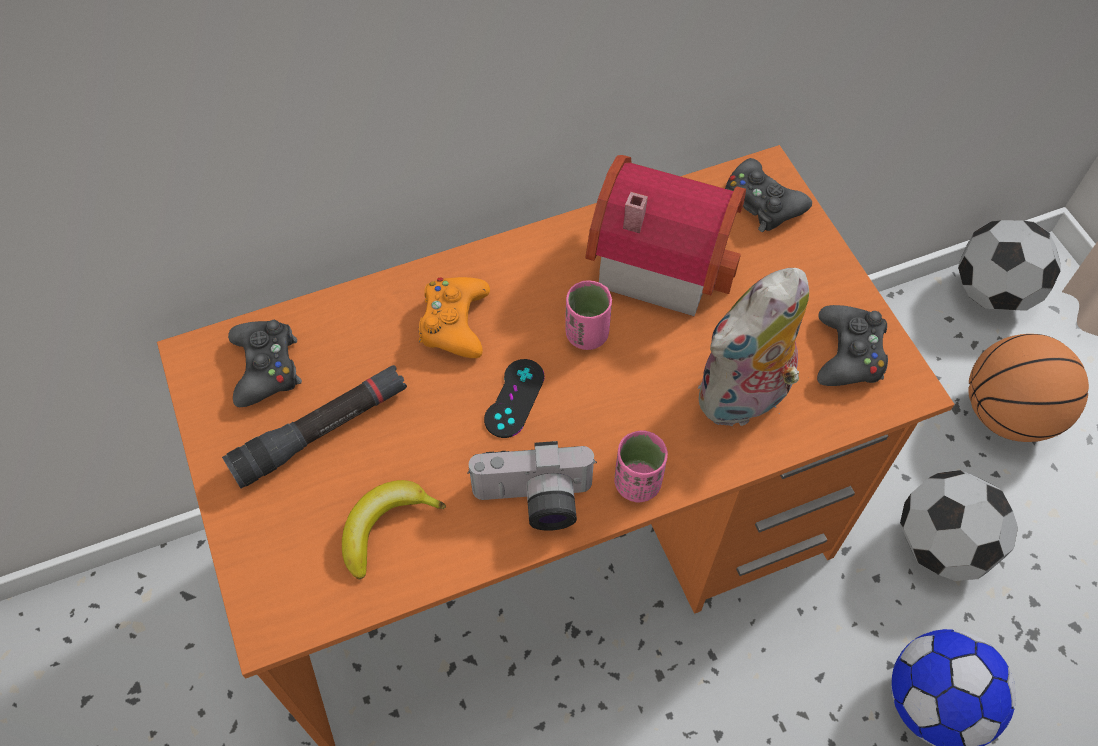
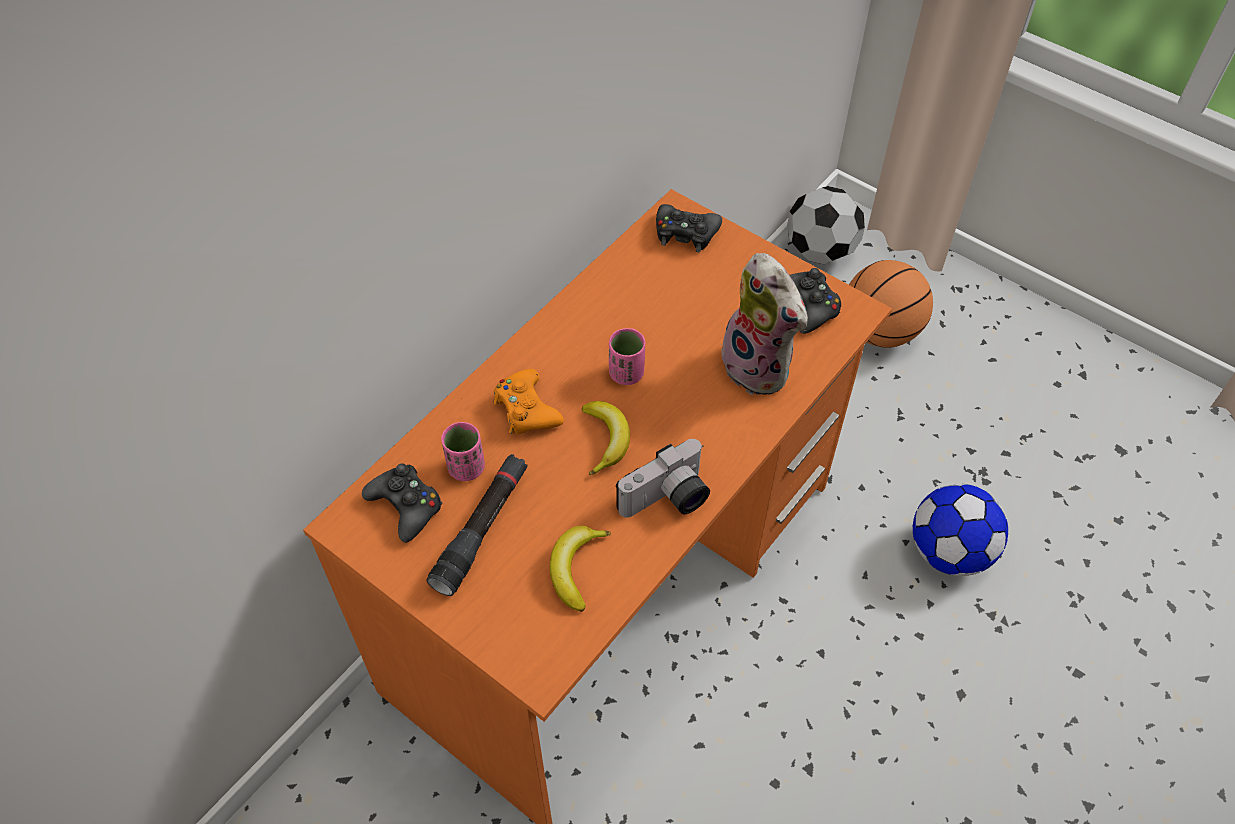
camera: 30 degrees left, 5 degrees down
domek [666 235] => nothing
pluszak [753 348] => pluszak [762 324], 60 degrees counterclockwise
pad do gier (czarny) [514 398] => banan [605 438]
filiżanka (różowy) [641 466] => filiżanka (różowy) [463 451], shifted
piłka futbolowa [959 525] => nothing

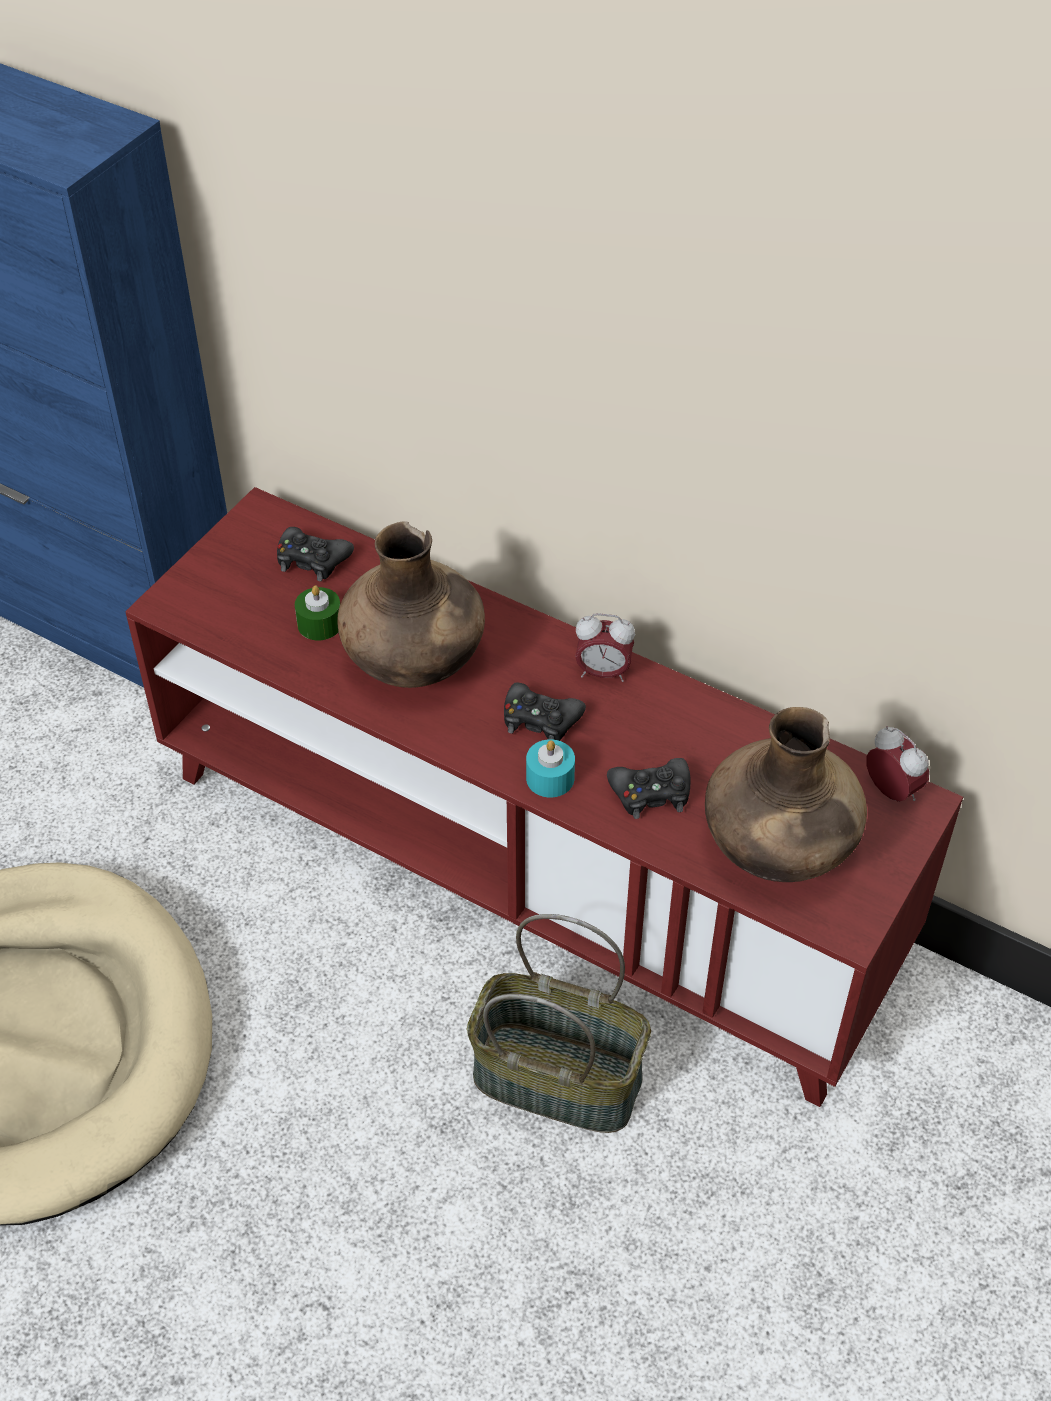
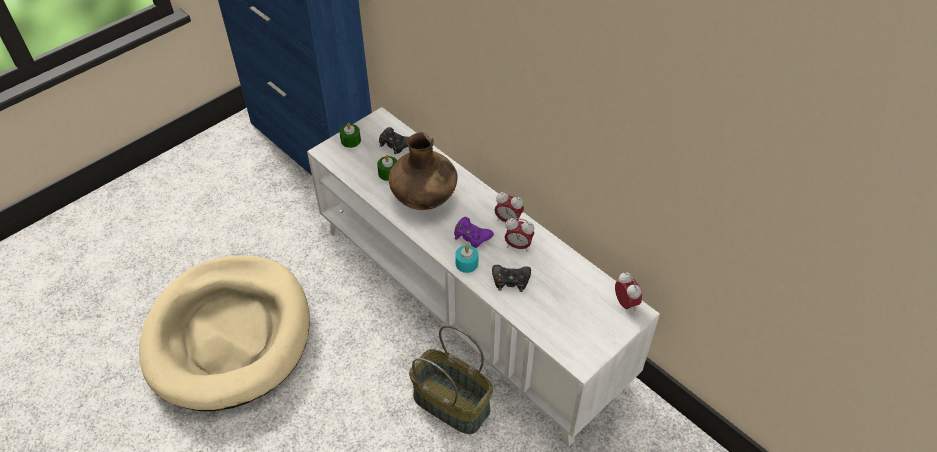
camera: 15 degrees right, 0 degrees up
szafka pod telewizor (czerwony) [544 797] => szafka pod telewizor (biały) [483 276]
pad do gier (czarny) [545 712] => pad do gier (fioletowy) [474 232]
wazon (brązowy) [786 794] => nothing
nothing => świeca (zielony) [350 135]
nothing => budzik [519 235]

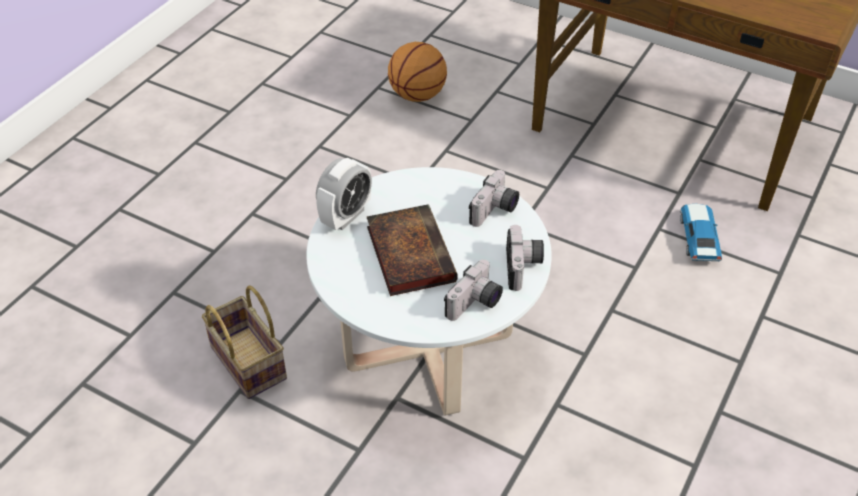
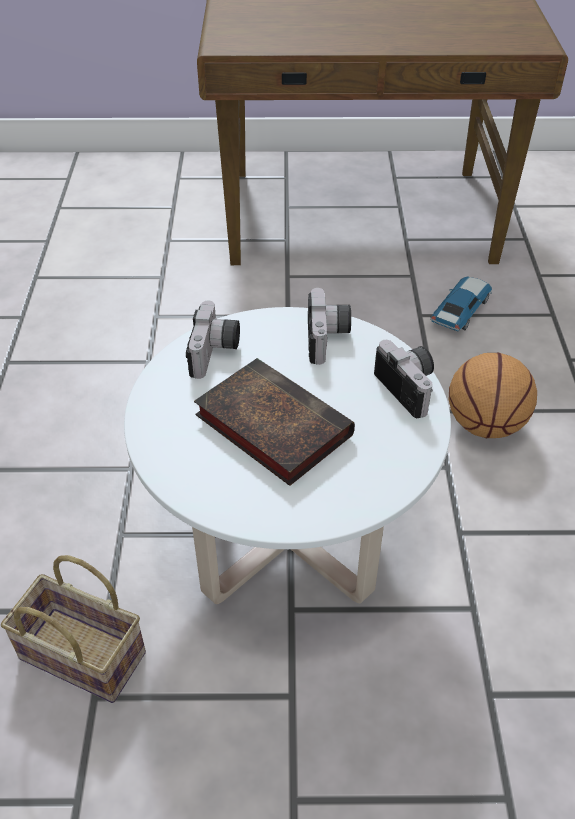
camera: 30 degrees left, 0 degrees up
piłka do koszykówki [417 72] => piłka do koszykówki [493 395], shifted
budzik [344 194] => nothing
samochodzik [701 232] => samochodzik [461 304], 60 degrees clockwise
aparat fotograficzny [473 290] => aparat fotograficzny [213 340], shifted

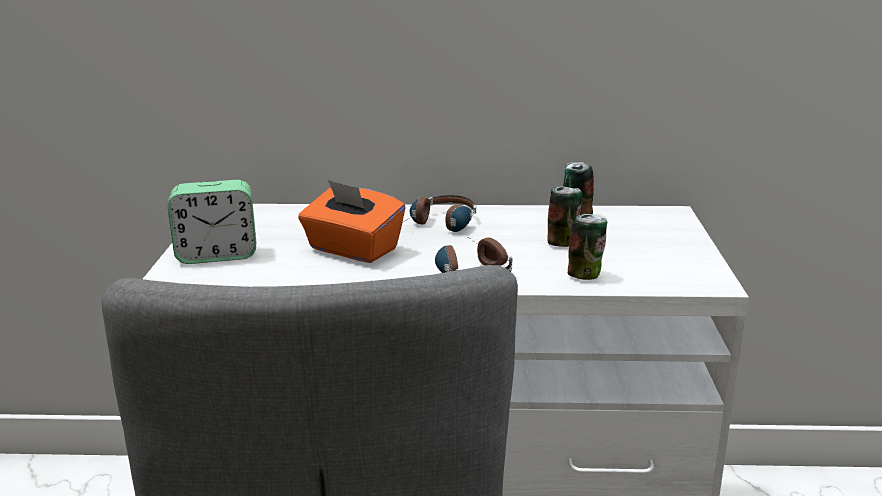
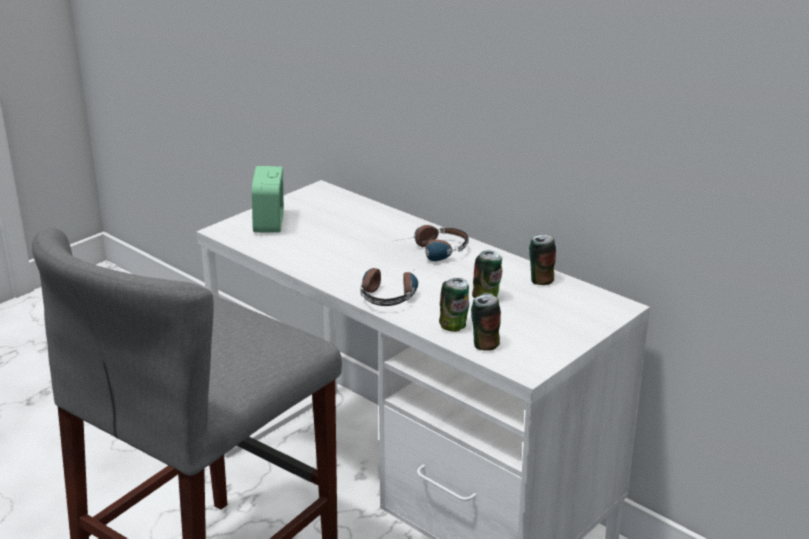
camera: 40 degrees right, 5 degrees up
budzik [212 222] => budzik [268 199], 60 degrees clockwise
pudełko chusteczek (pomarańczowy) [352 221] => nothing
nothing => puszka [486 322]

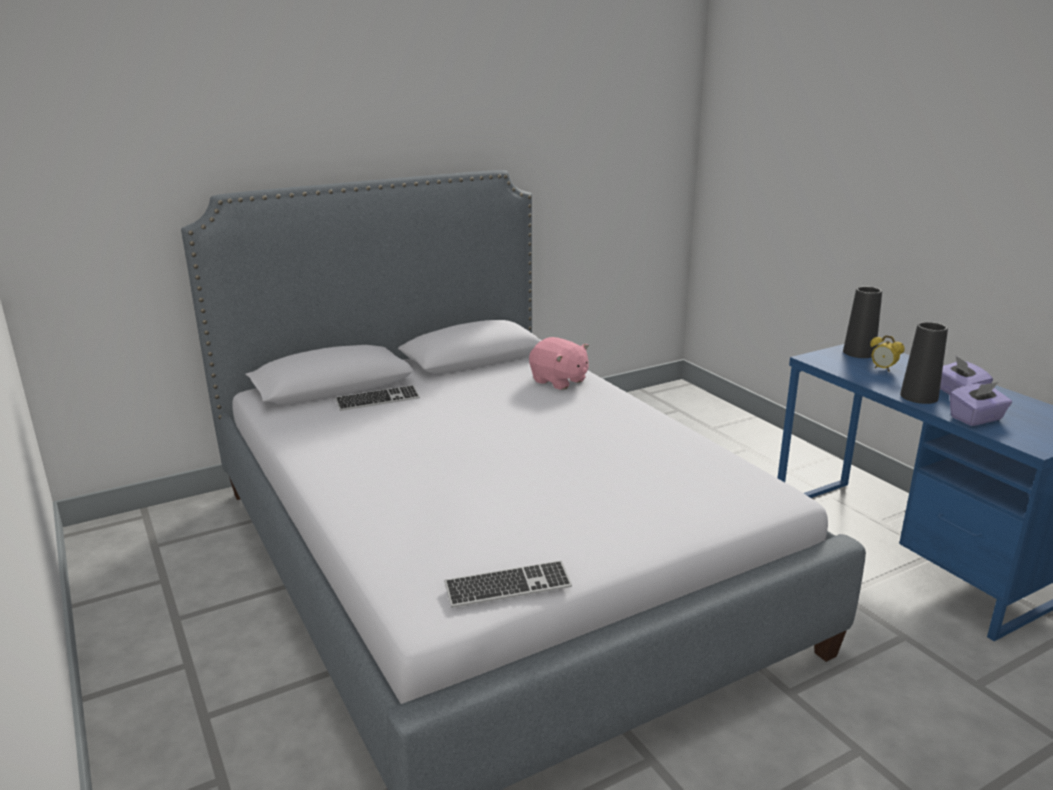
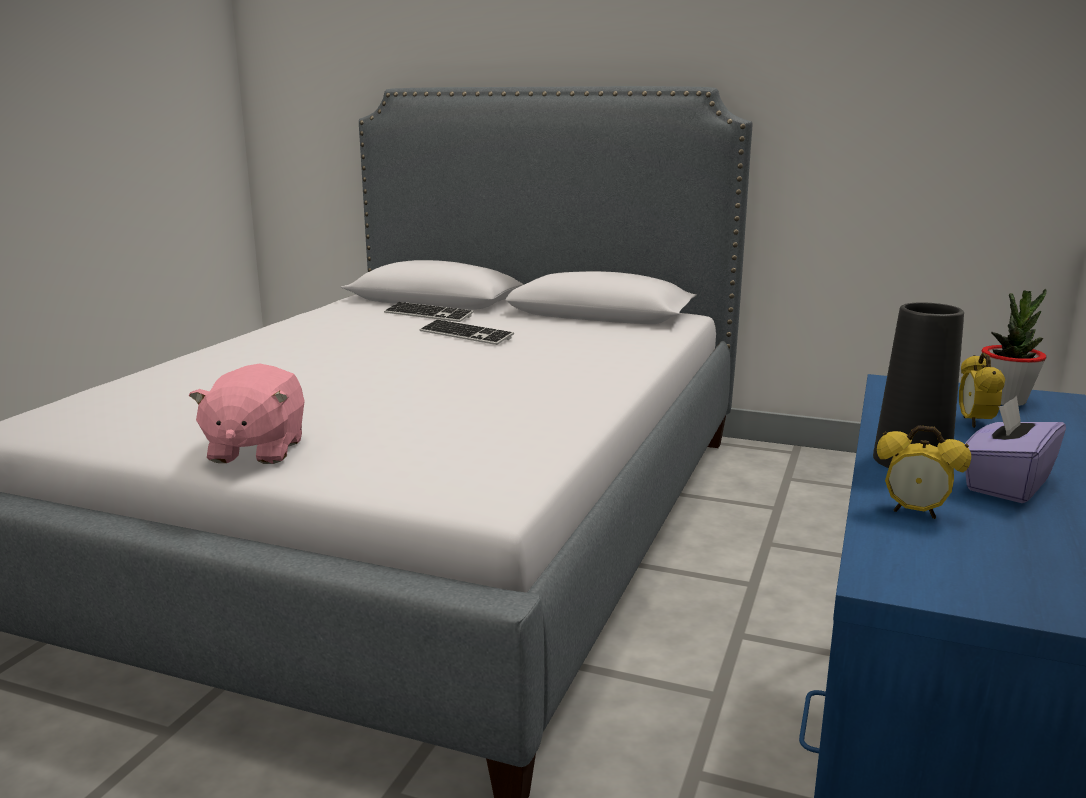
camera: 50 degrees right, 5 degrees down
wazon (czarny) [862 322] => roślina doniczkowa [1014 347]
pluszak (różowy) [559 363] => pluszak (różowy) [247 414], shifted
pudełko chusteczek (fioletowy) [981 404] => budzik [924 472]
klawiatura [508 584] => klawiatura [466 332], shifted

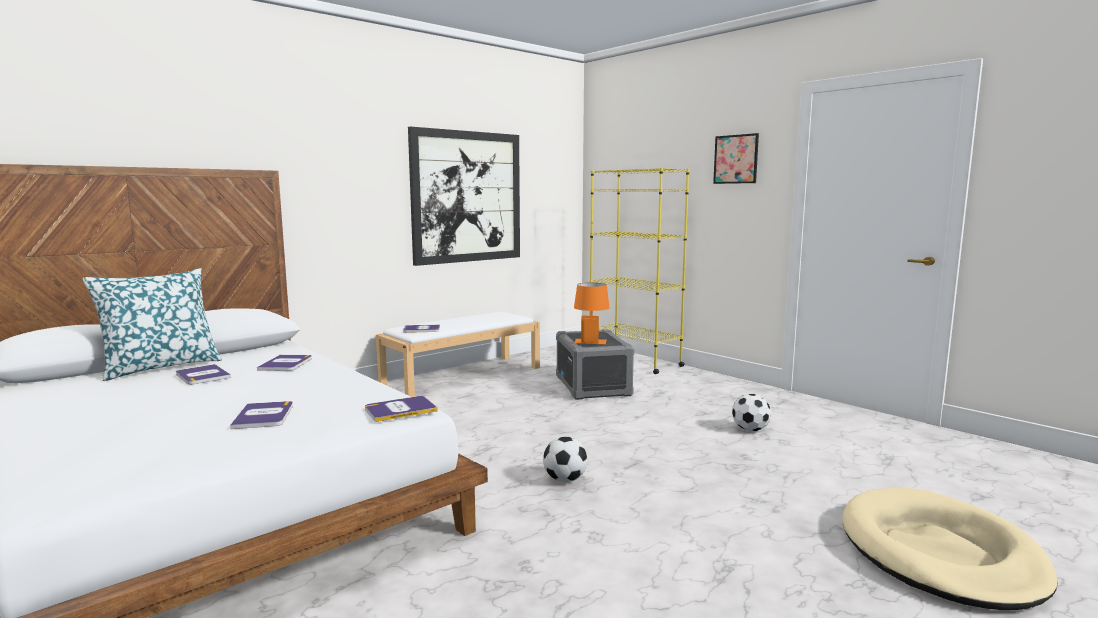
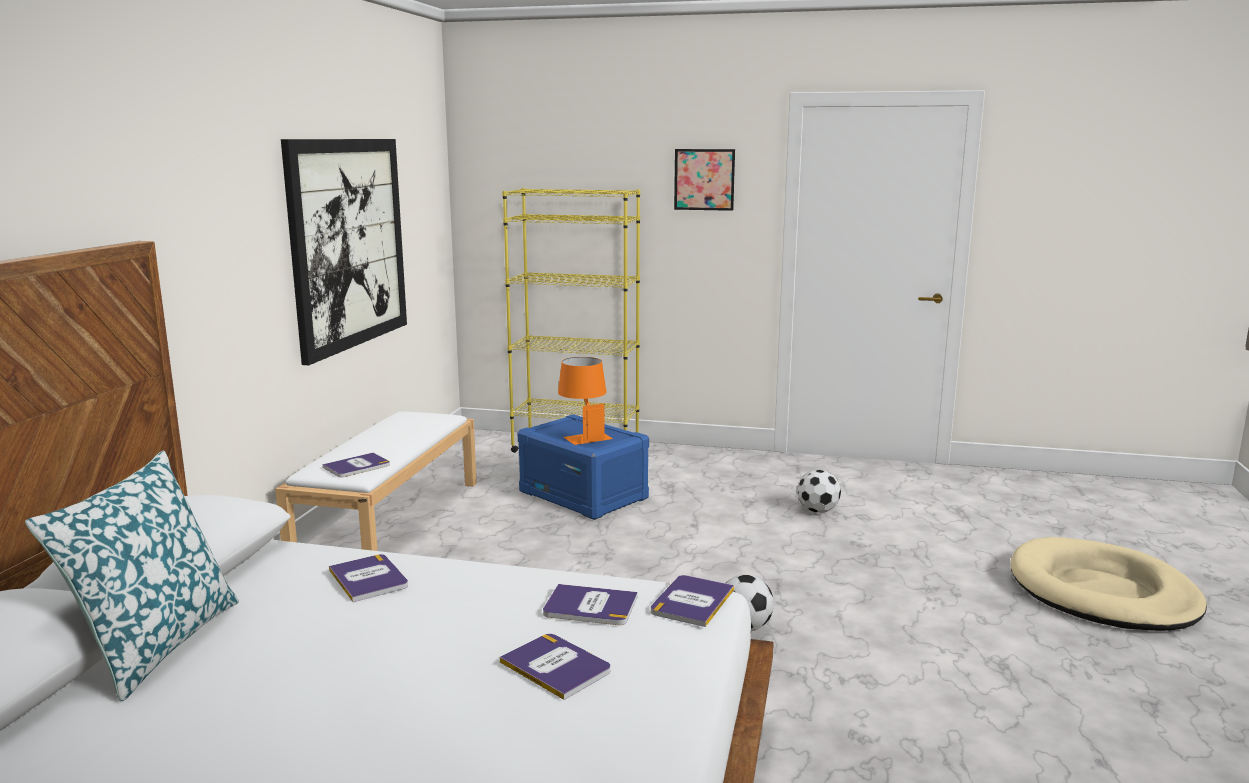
camera: 35 degrees left, 5 degrees up
pojemnik do przechowywania (szary) [595 364] => pojemnik do przechowywania (niebieski) [583 467]
książka [203 374] => książka [590 604], shifted

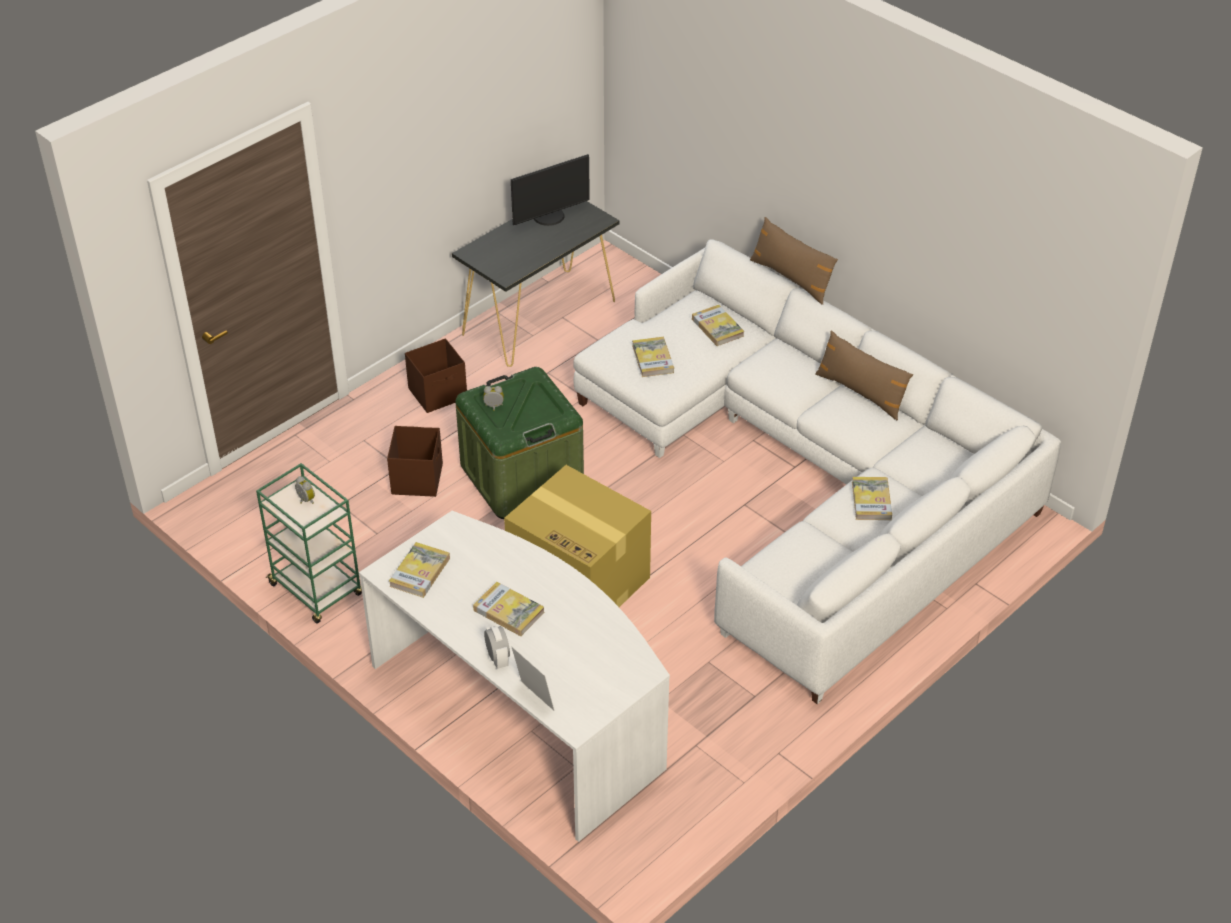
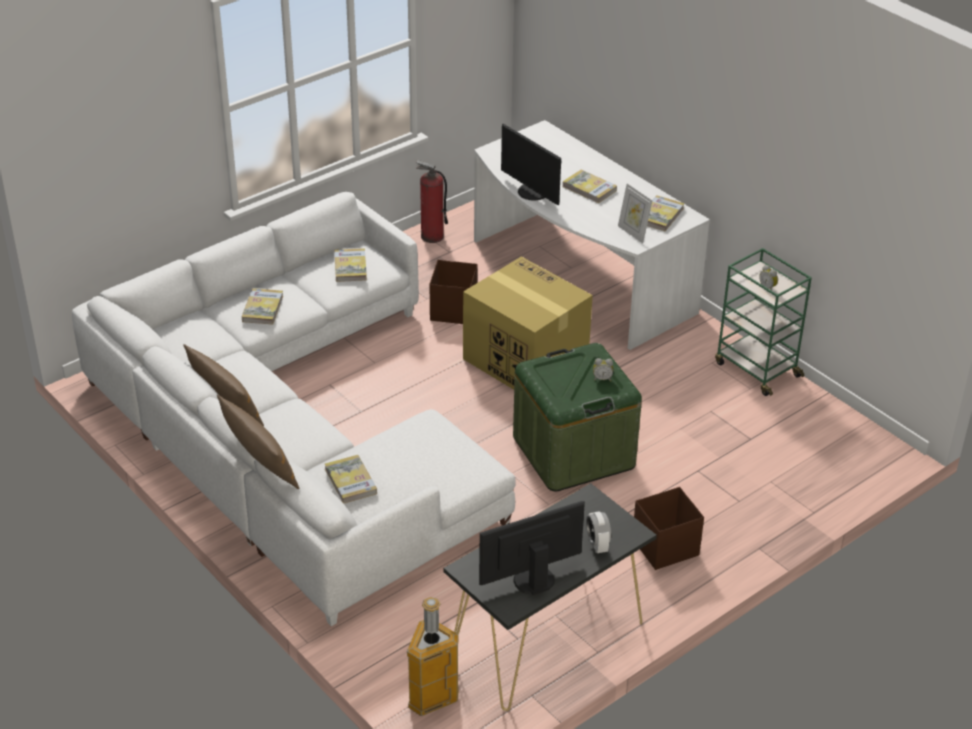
camera: 175 degrees left, 5 degrees down
książka [653 357] => książka [351 265], shifted
pojemnik do przechowywania (brązowy) [415 461] => pojemnik do przechowywania (brązowy) [454 292], shifted
budzik [497 647] => budzik [598 532], shifted
ramka na zdjęcie [533 678] => ramka na zdjęcie [635 213], shifted
nothing => monitor [531 164]
nothing => gaśnica [432 201]
nothing => kosz na śmieci [433 656]

